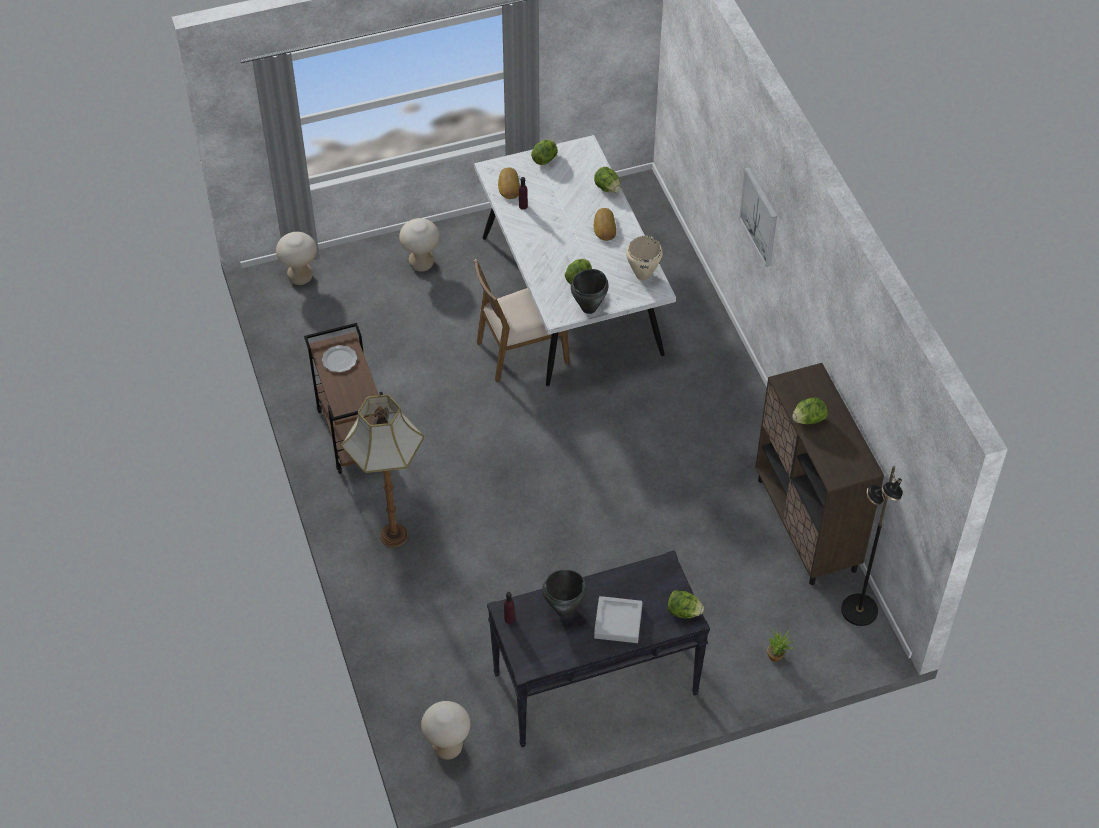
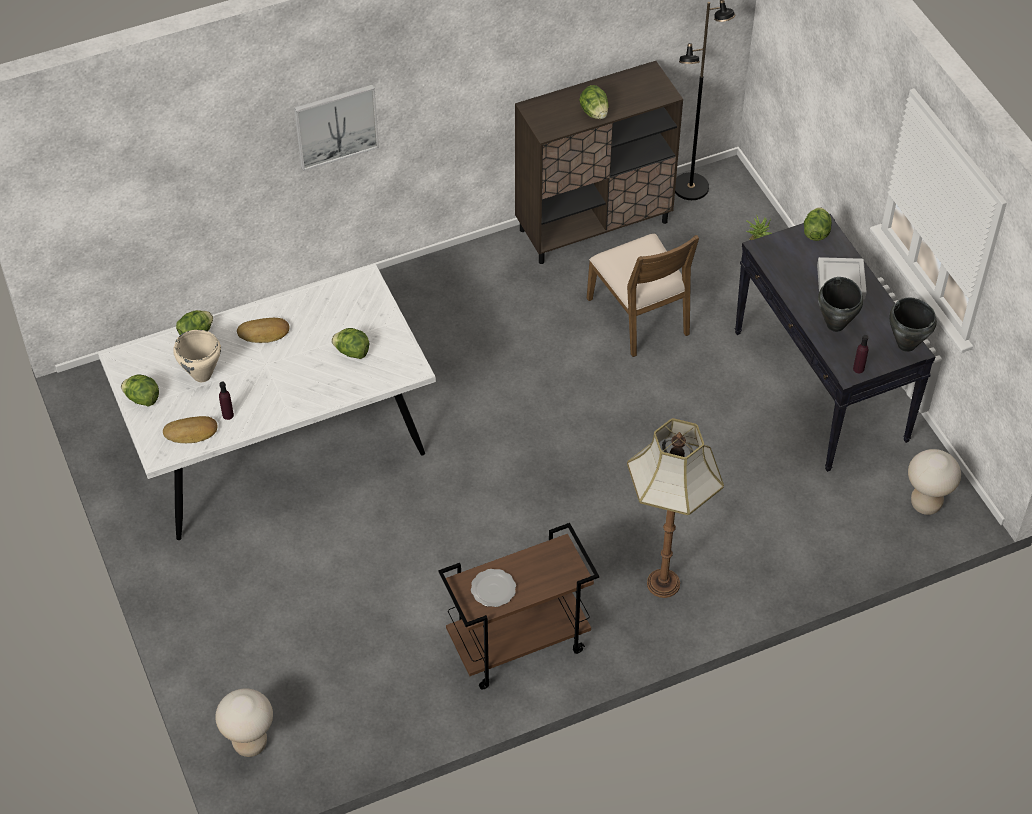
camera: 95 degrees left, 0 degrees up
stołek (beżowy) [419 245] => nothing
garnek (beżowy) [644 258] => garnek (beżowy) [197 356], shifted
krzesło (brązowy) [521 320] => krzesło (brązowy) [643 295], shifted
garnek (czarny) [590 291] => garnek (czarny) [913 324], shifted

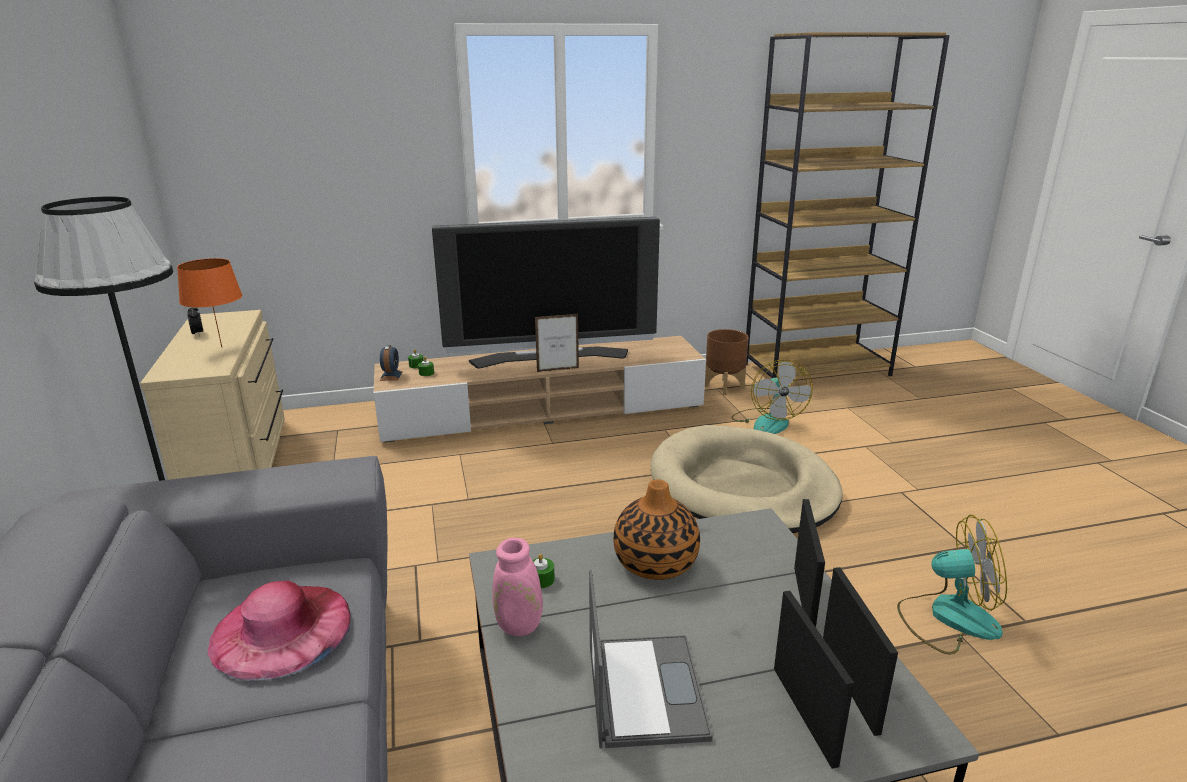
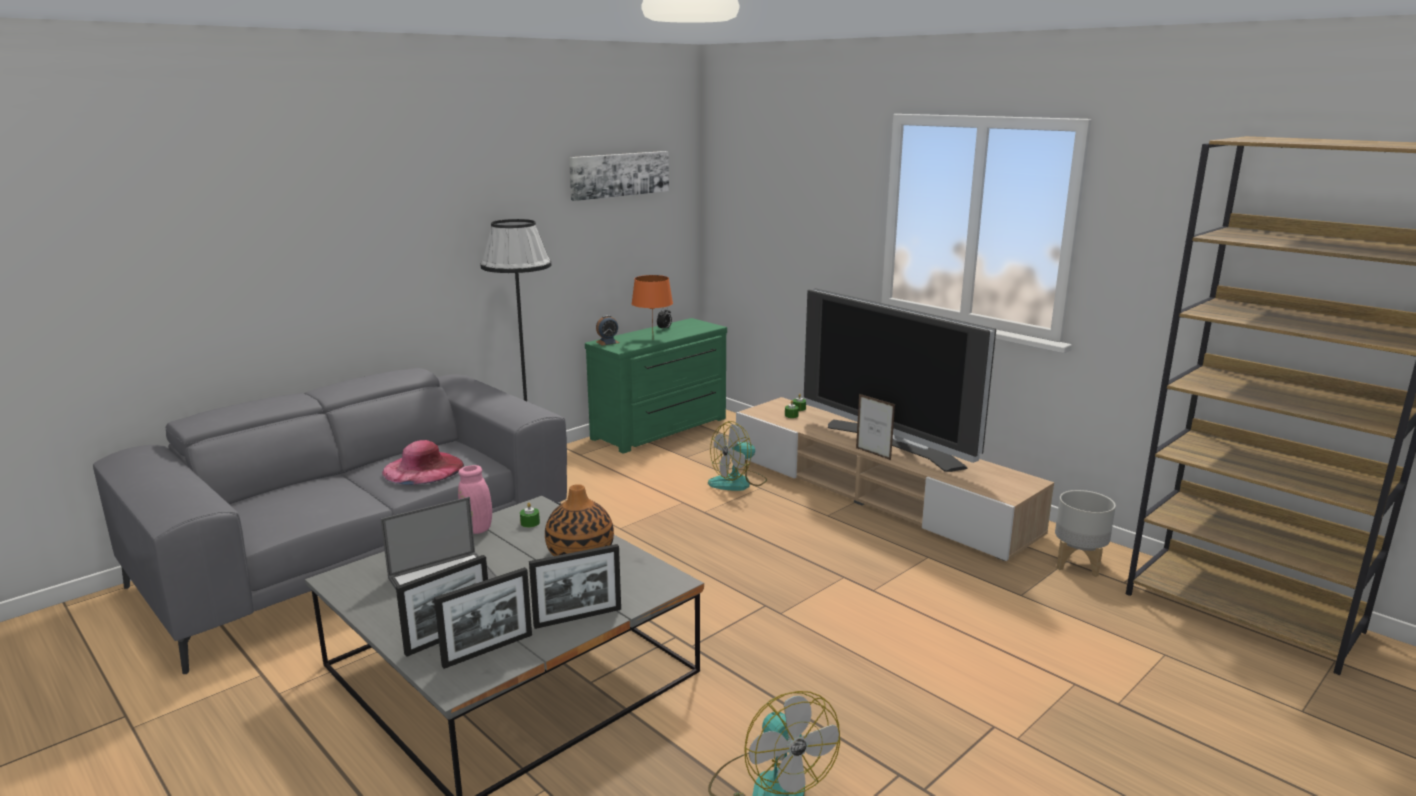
camera: 60 degrees right, 5 degrees down
komoda (beżowy) [212 395] => komoda (zielony) [656 386]
donica (brązowy) [727 362] => donica (szary) [1085 533]
budzik [391 363] => budzik [608 330], shifted
wentylator [772 397] => wentylator [737 456], shifted
legowisko (beżowy) [747 479] => nothing
nothing => obraz [619 176]

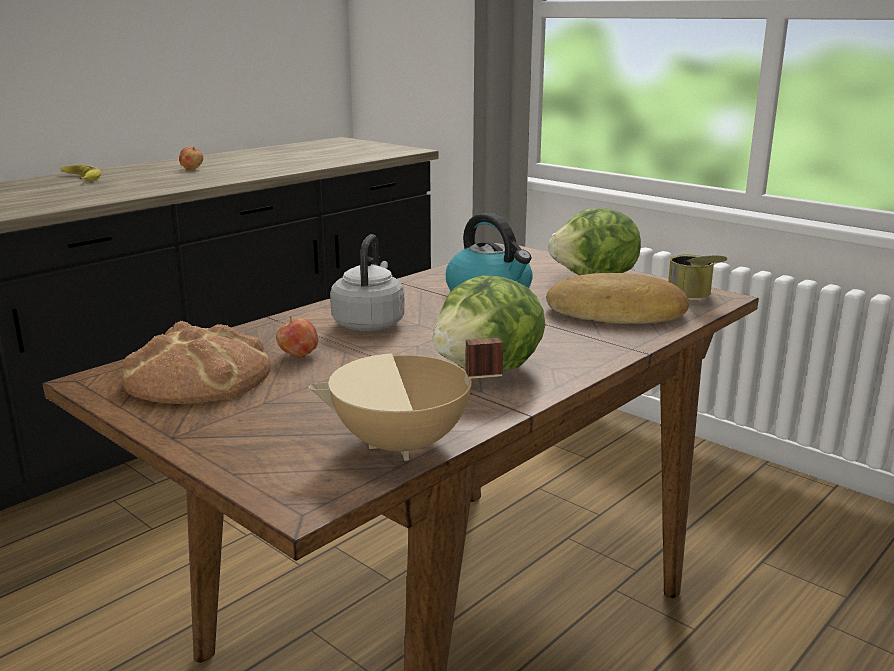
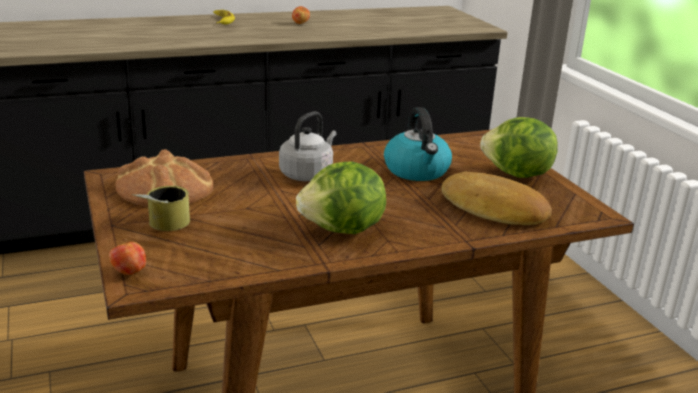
camera: 25 degrees right, 5 degrees up
puszka [697 276] => puszka [161 208], shifted
jabłko [297 336] => jabłko [127 257], shifted
garnek (beżowy) [405 399] => nothing

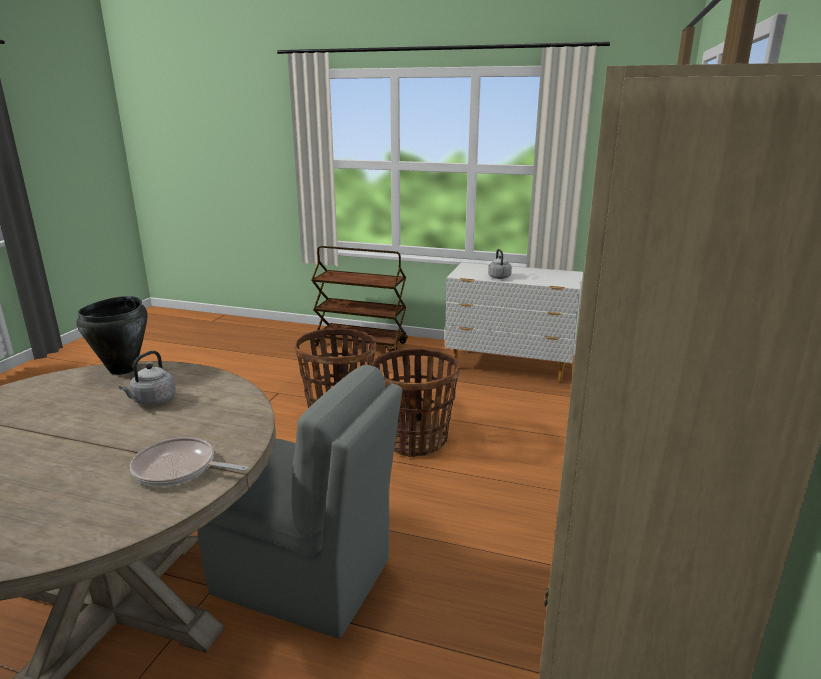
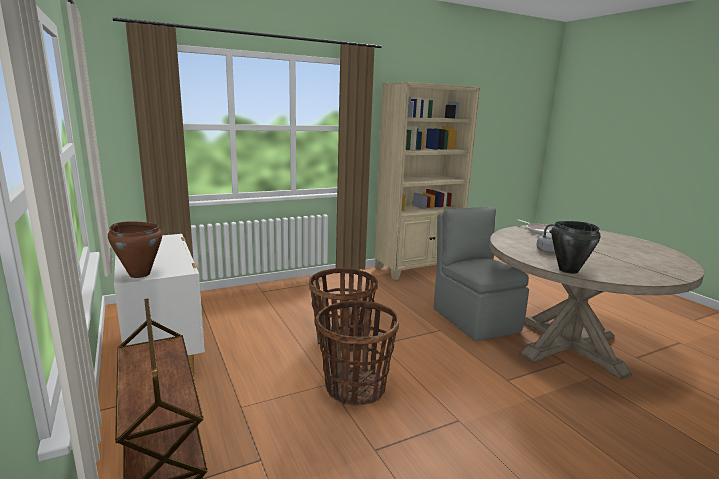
camera: 135 degrees left, 5 degrees down
czajnik (szary) [500 264] => nothing
nothing => garnek (brązowy) [135 249]

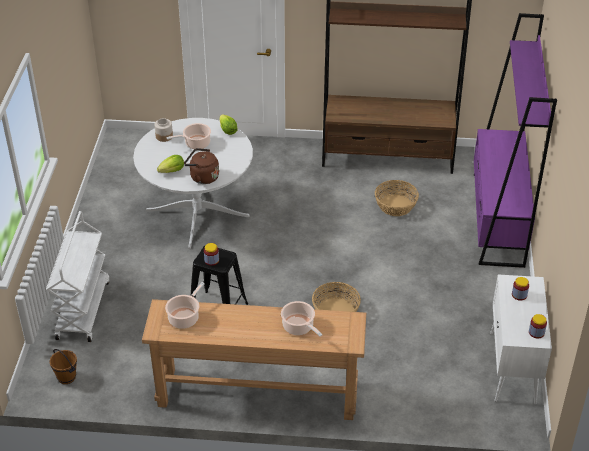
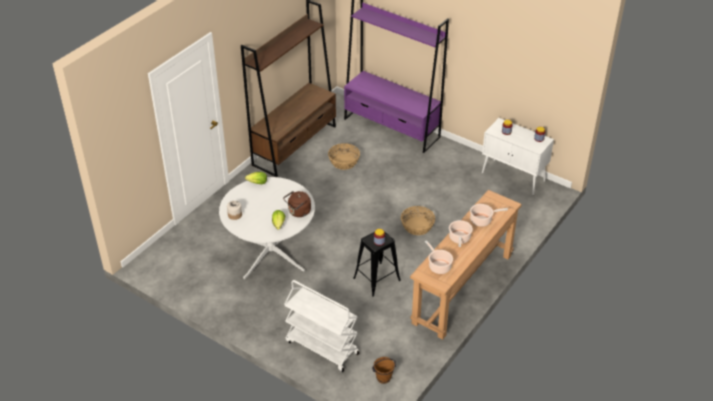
camera: 60 degrees left, 0 degrees up
garnek [188 136] => garnek [461 233], shifted

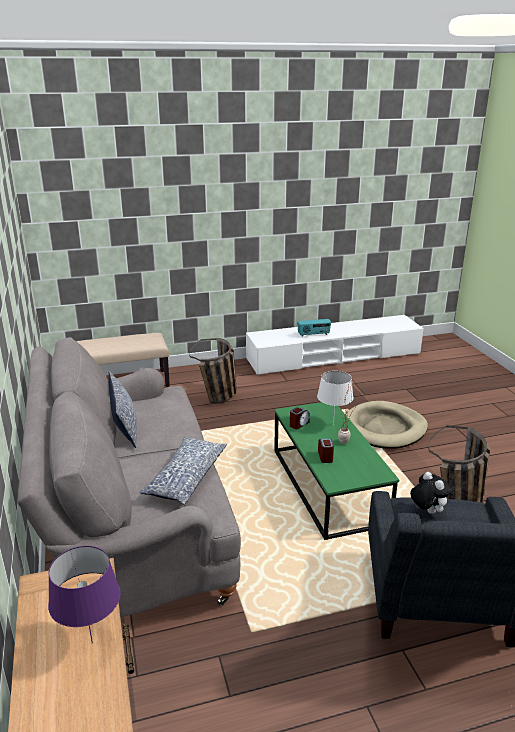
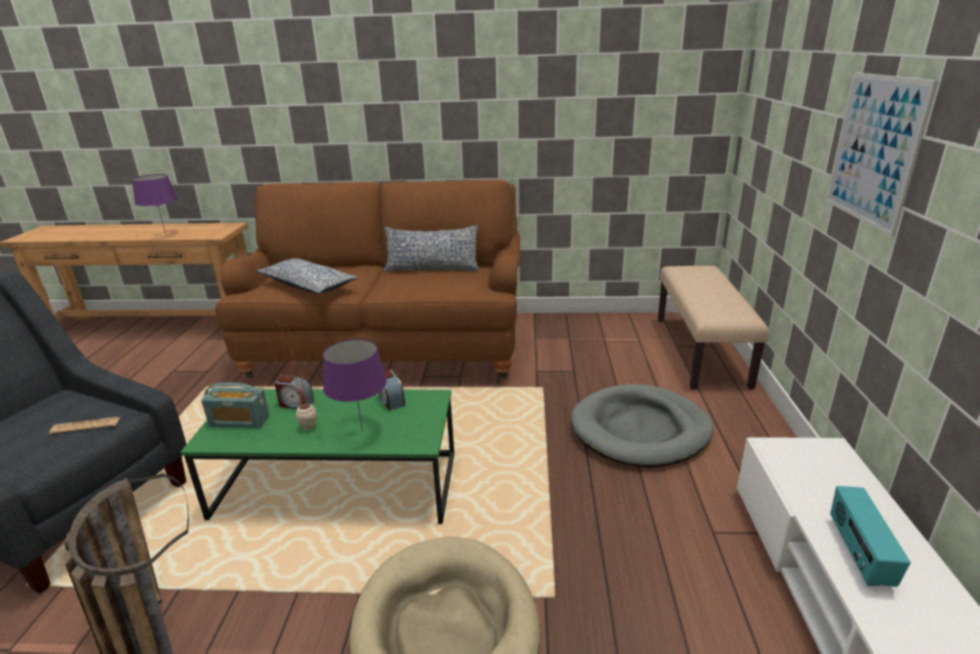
camera: 110 degrees right, 0 degrees up
kanapa (szary) [129 477] => kanapa (brązowy) [367 279]
koszyk [213 370] => legowisko (szary) [642 426]
lampa stołowa (biały) [335 398] => lampa stołowa (fioletowy) [355 385]
pluszak [431 493] => gazeta [84 425]
nothing => obraz [881 154]
nothing => radio [235 405]

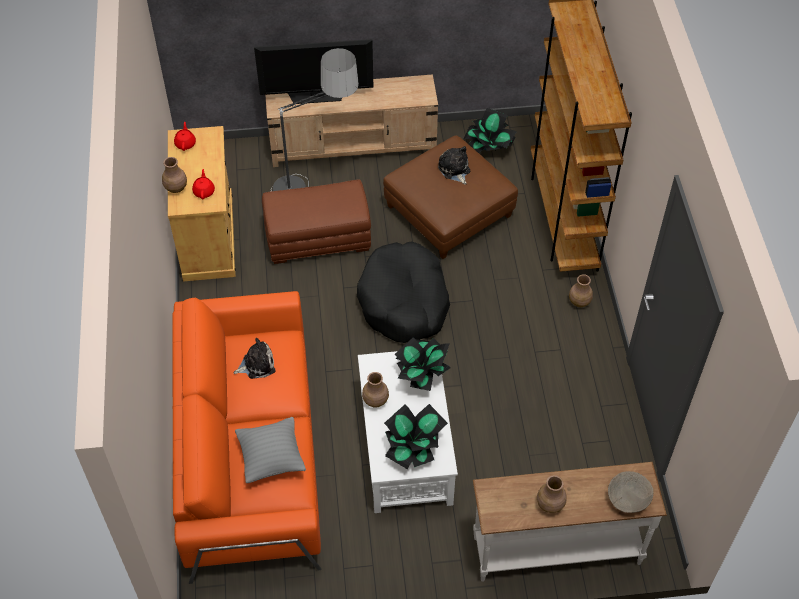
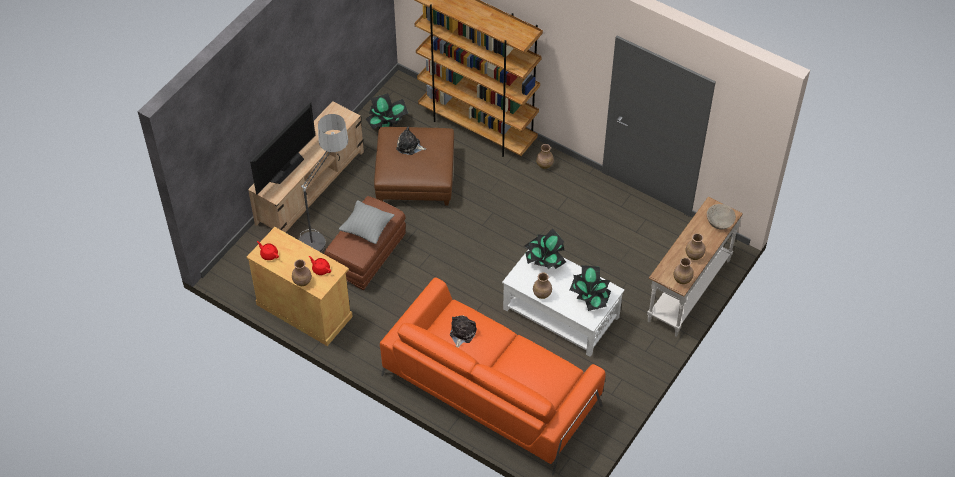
camera: 50 degrees left, 0 degrees up
legowisko (czarny) [403 292] => nothing
poduszka (szary) [270 450] => poduszka (szary) [367 222], shifted
nothing => wazon (brązowy) [683 270]

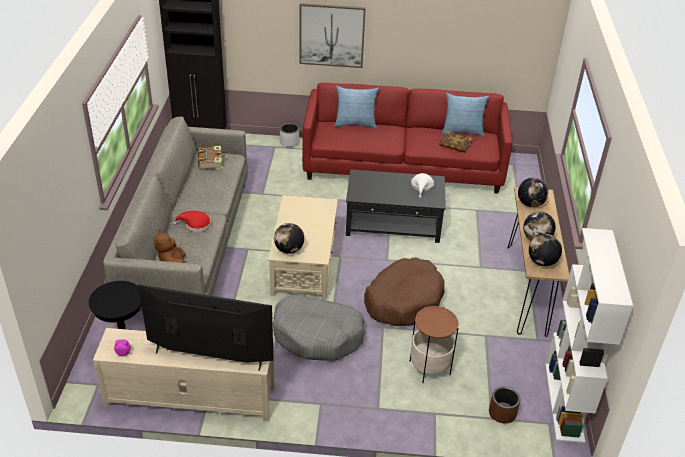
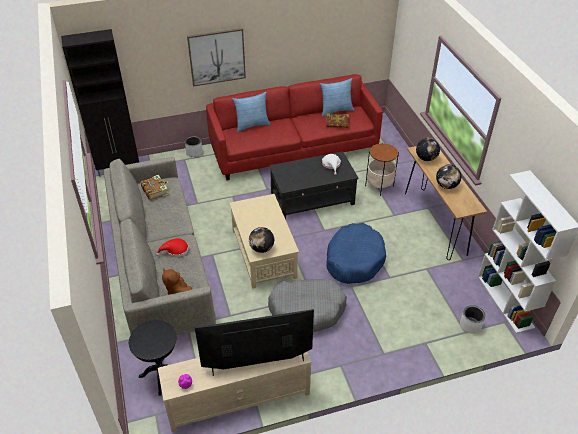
camera: 20 degrees left, 5 degrees up
globus [545 250] => nothing
legowisko (brązowy) [404 292] => legowisko (niebieski) [356 253]
stolik [434 344] => stolik [382 169], shifted
donica (brązowy) [504 404] => donica (biały) [472 319]

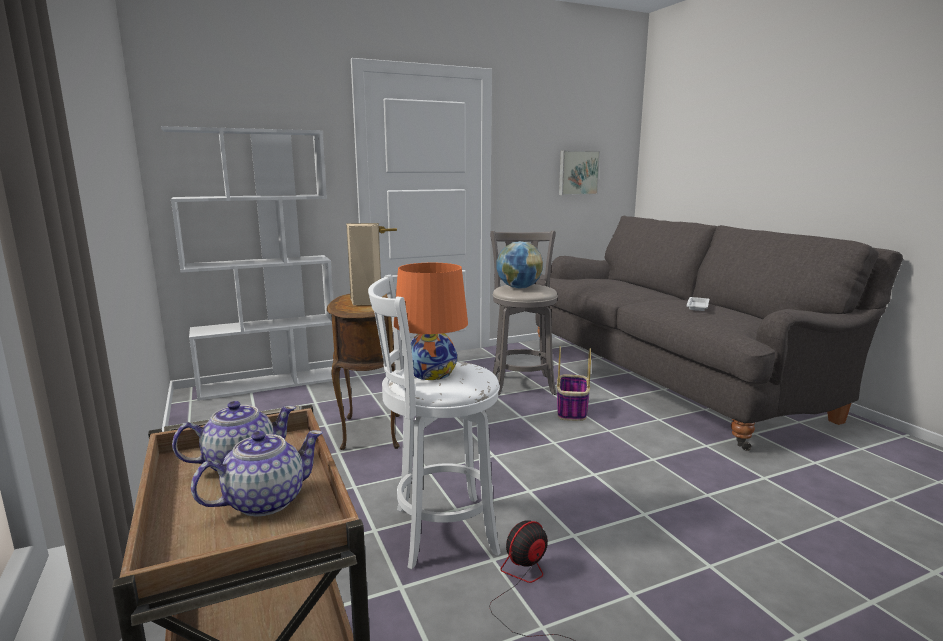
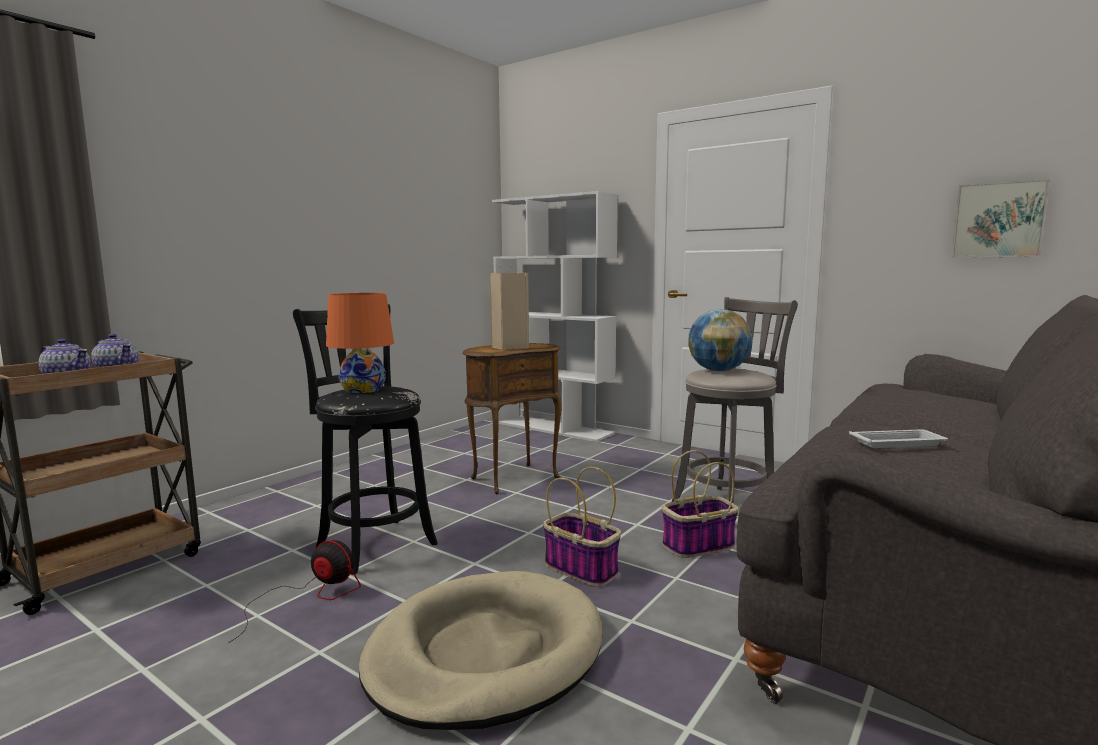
camera: 60 degrees right, 5 degrees down
stołek (biały) [434 422] => stołek (czarny) [365 439]
nothing => koszyk [582 527]
nothing => legowisko (beżowy) [481 650]

